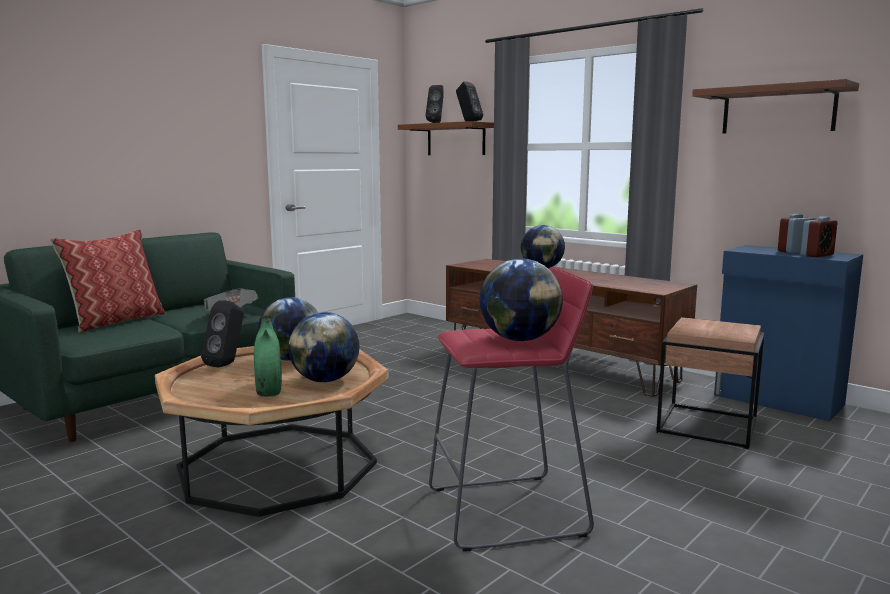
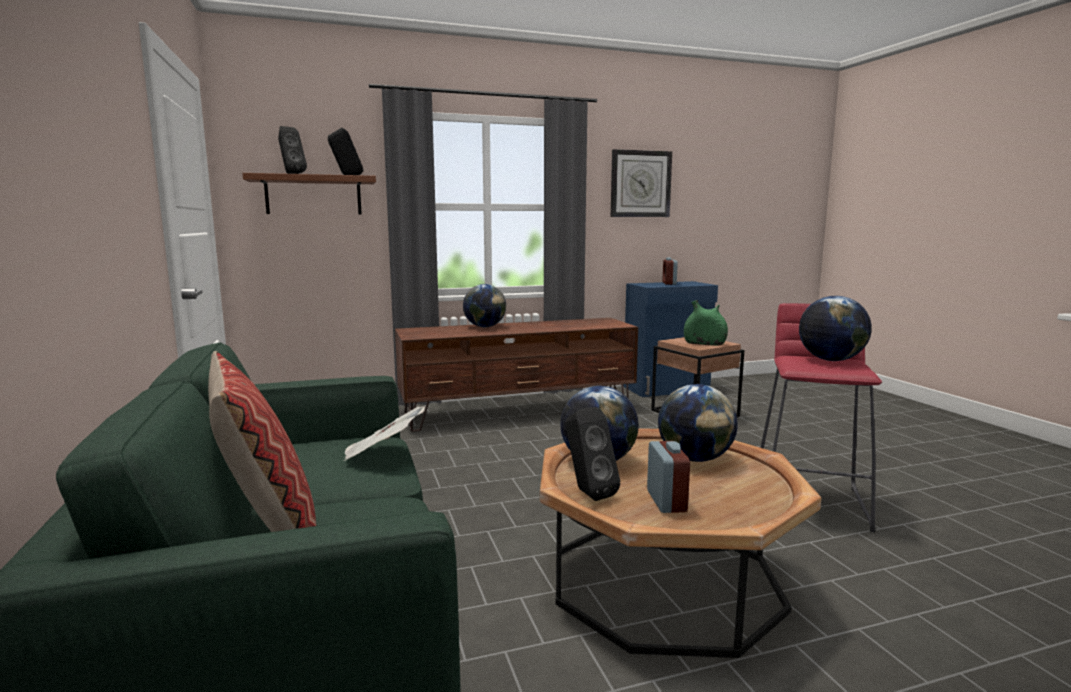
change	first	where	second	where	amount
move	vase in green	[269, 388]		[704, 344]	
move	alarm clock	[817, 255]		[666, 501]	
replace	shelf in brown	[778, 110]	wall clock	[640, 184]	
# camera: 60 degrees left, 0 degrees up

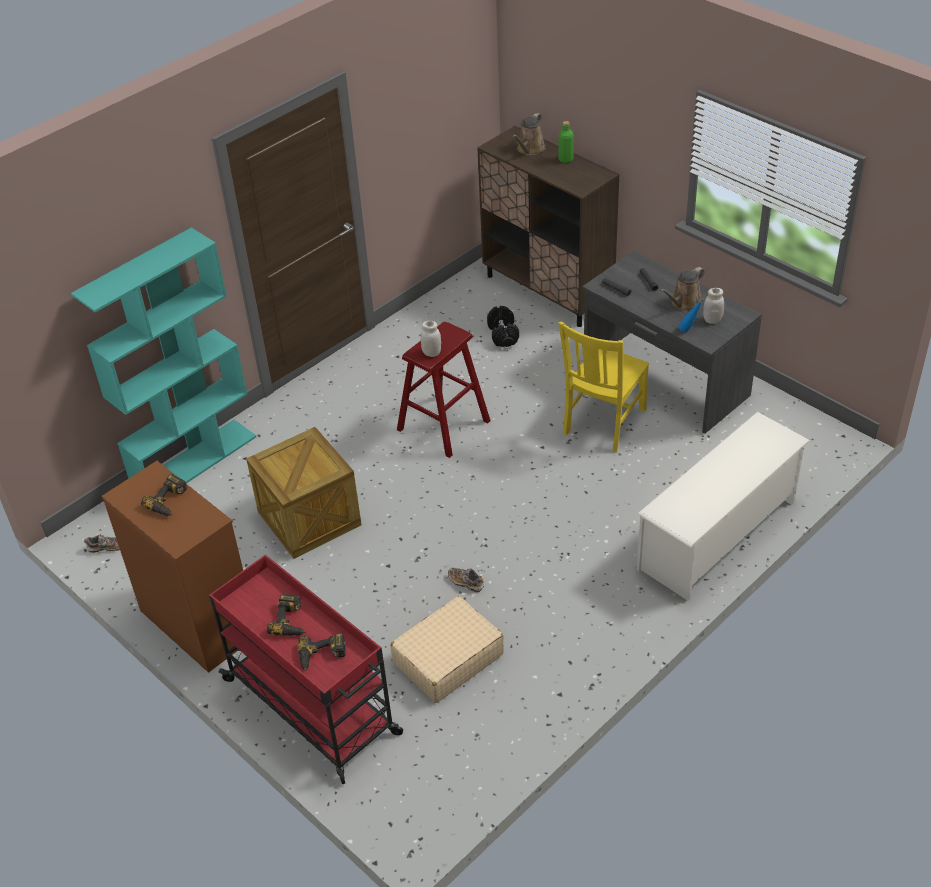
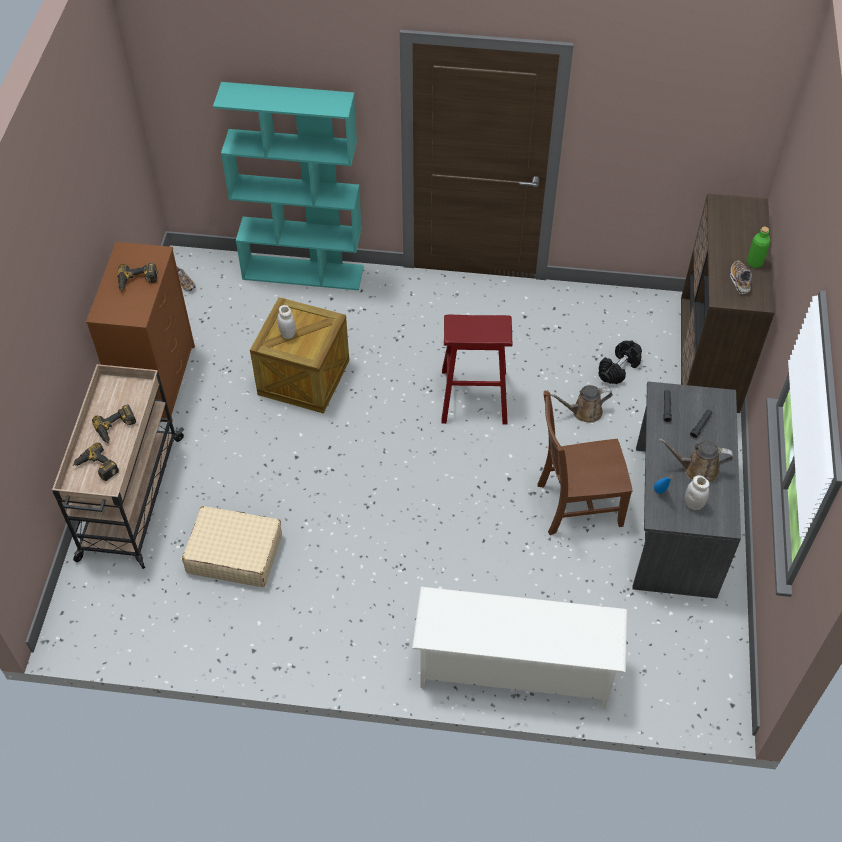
change	first	where	second	where	amount
move	jar in white	[431, 353]		[287, 334]	
move	shoe	[466, 583]		[740, 280]	
move	watering can in brown	[529, 149]		[584, 412]	
recolor	cart in red	[313, 708]	cart in beige	[130, 499]	
recolor	chair in yellow	[603, 423]	chair in brown	[576, 504]	
# camera: 50 degrees right, 10 degrees up

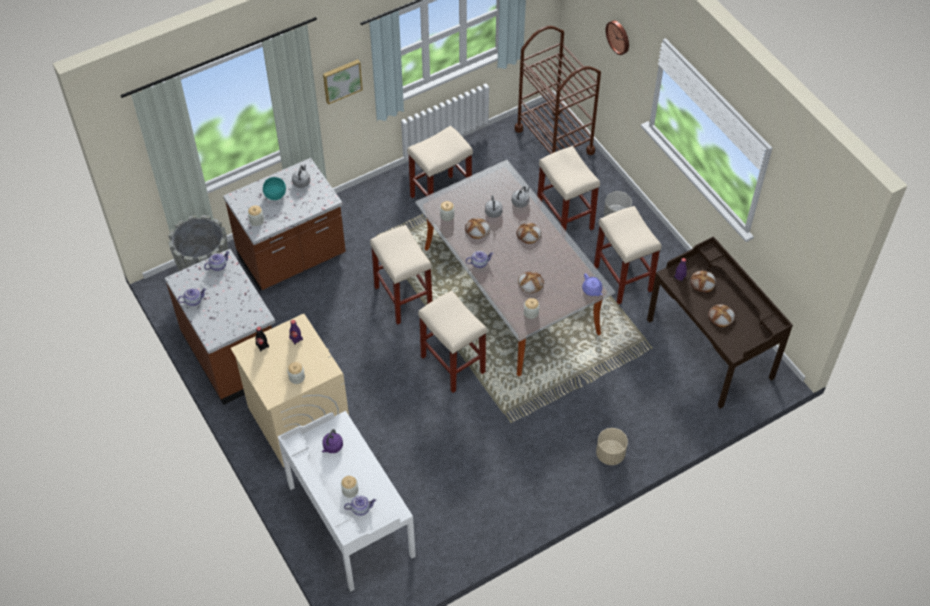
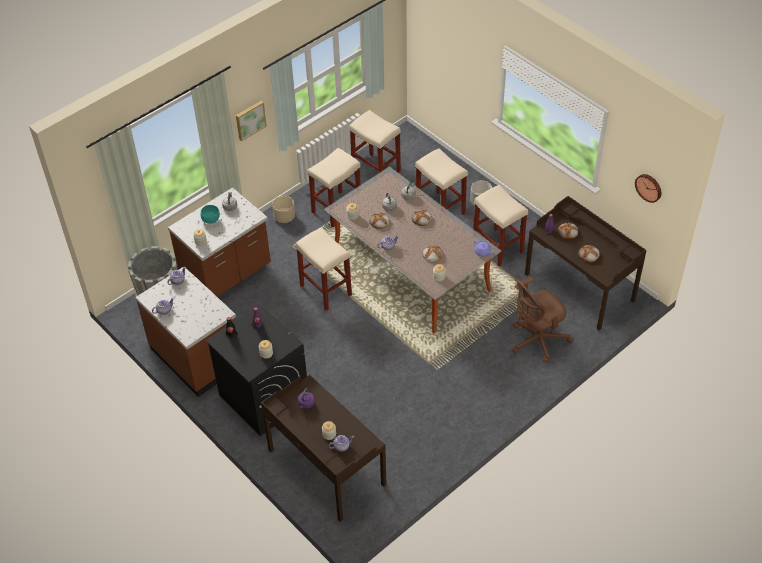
change	first	where	second	where	amount
delete	cart in brown	[554, 141]			
insert			office chair in brown	[536, 341]	
move	stool in beige	[452, 364]		[375, 170]	
move	planter in beige	[610, 454]		[284, 217]	
move	wall clock	[619, 37]		[649, 187]	
recolor	washing machine in beige	[298, 419]	washing machine in black	[263, 397]	
recolor	desk in white	[350, 521]	desk in brown	[326, 467]	
# camera: 10 degrees left, 5 degrees down

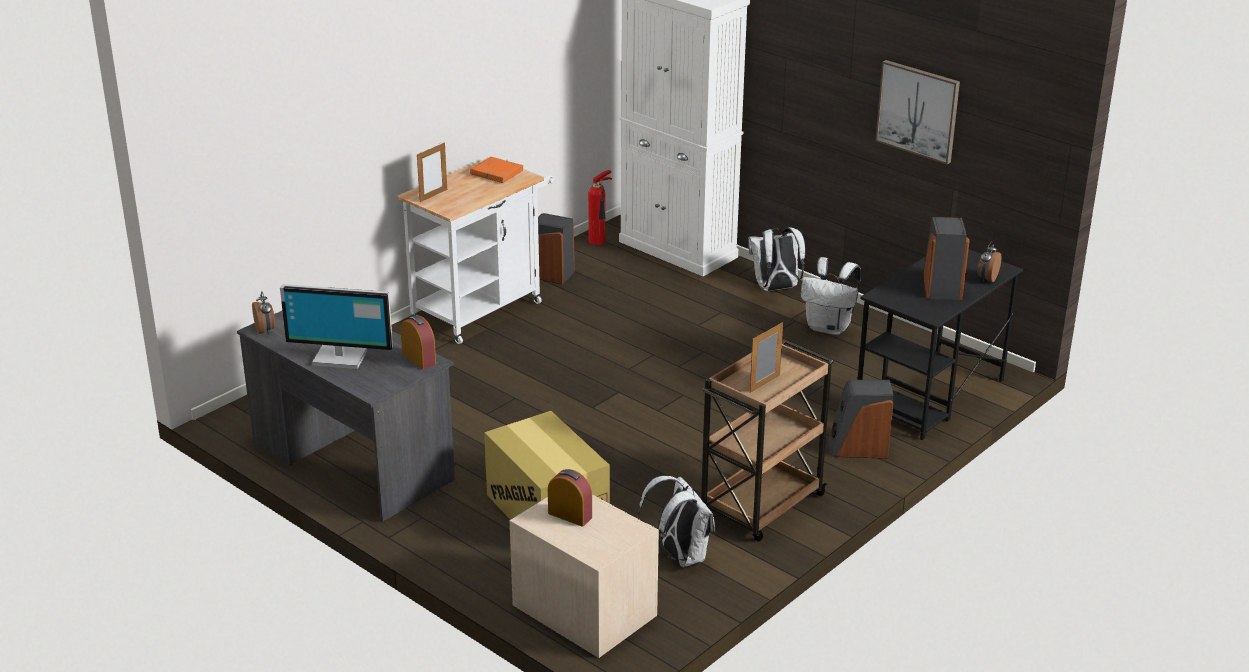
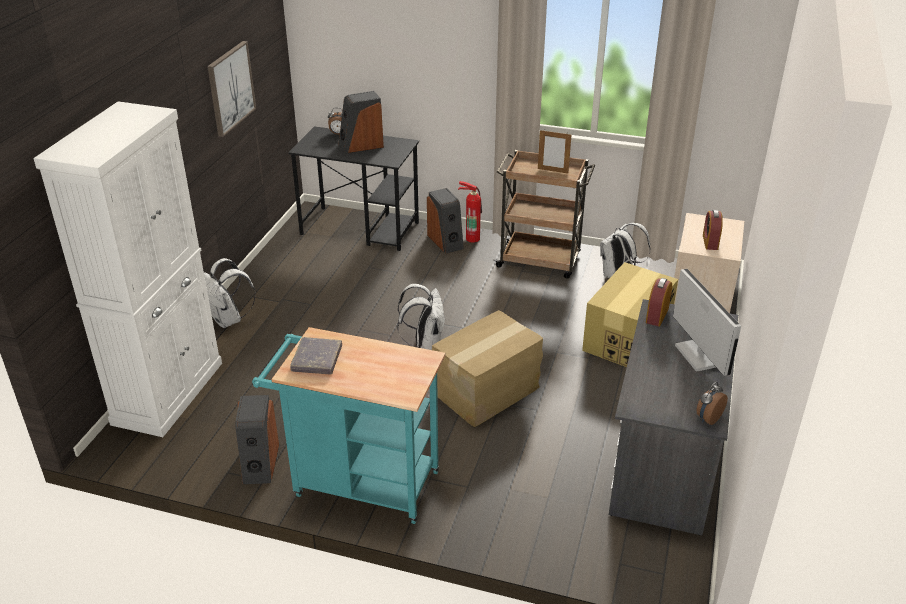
change	first	where	second	where	amount
delete	picture frame	[433, 195]			
insert			cardboard box	[487, 391]	
move	fire extinguisher	[599, 241]		[472, 238]	
move	backpack in white	[829, 328]		[425, 345]	
recolor	cart in white	[482, 308]	cart in turquoise	[358, 483]	
recolor	book in orange	[496, 173]	book in grey	[316, 359]	
# camera: 115 degrees left, 5 degrees up

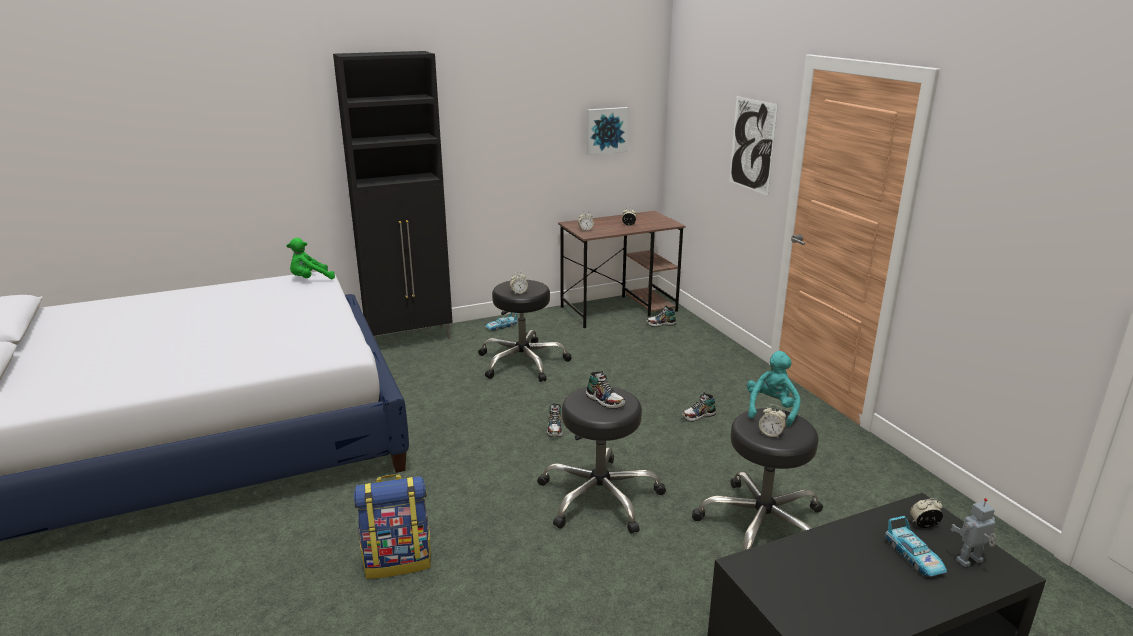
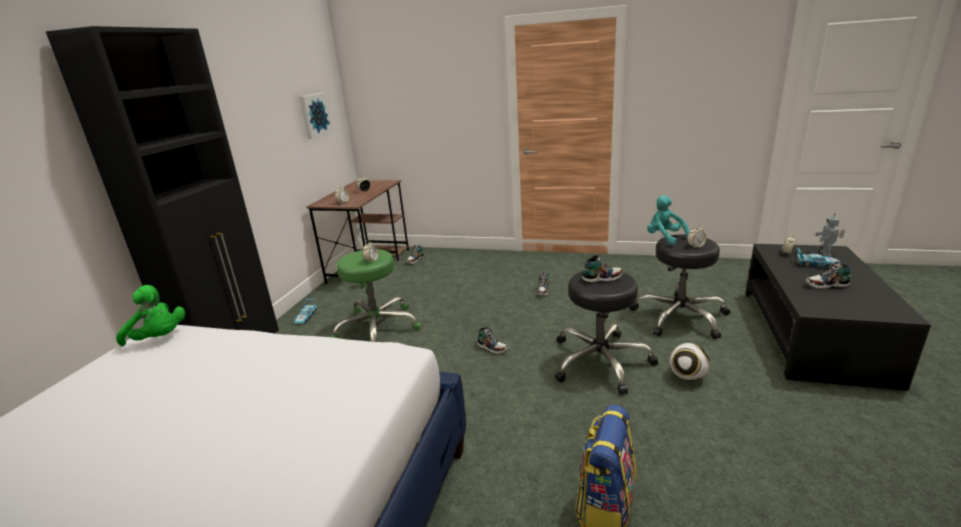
change	first	where	second	where	amount
delete	picture	[752, 145]			
insert			football	[687, 376]	
insert			shoe	[826, 286]	
recolor	stool in black	[523, 362]	stool in green	[377, 327]	
rotate	plush toy in green	[310, 279]		[159, 339]	75 degrees counterclockwise
# camera: 50 degrees left, 0 degrees up

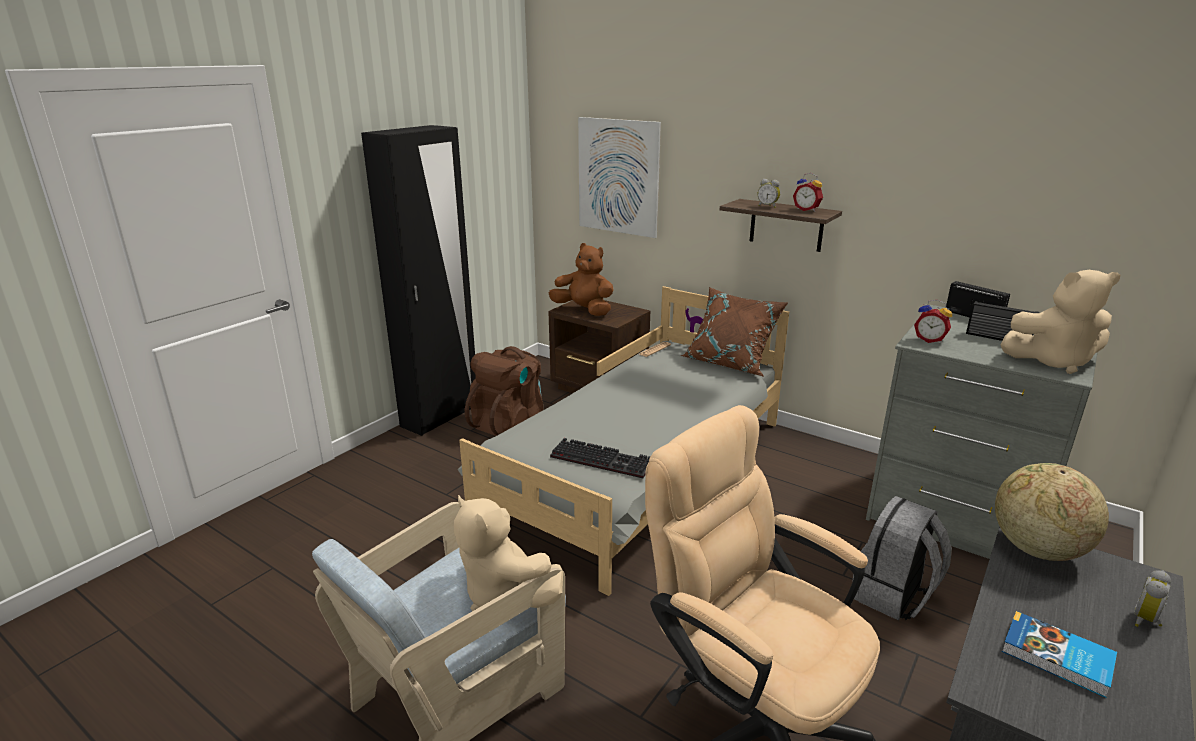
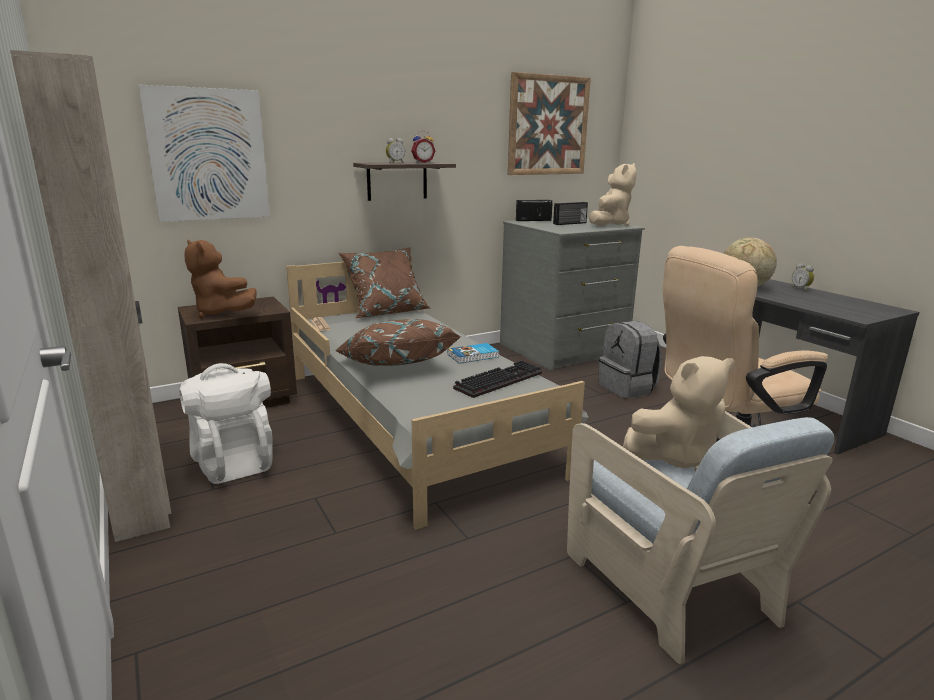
change	first	where	second	where	amount
delete	alarm clock	[929, 340]			
insert			pillow in brown	[395, 365]	
insert			picture	[548, 125]	
move	book	[1057, 658]		[473, 356]	
recolor	wardrobe in black	[440, 416]	wardrobe in beige	[142, 503]	
recolor	backpack in brown	[508, 422]	backpack in white	[233, 461]	
rotate	plush toy in brown	[584, 310]		[221, 313]	105 degrees counterclockwise
# camera: 65 degrees left, 5 degrees down

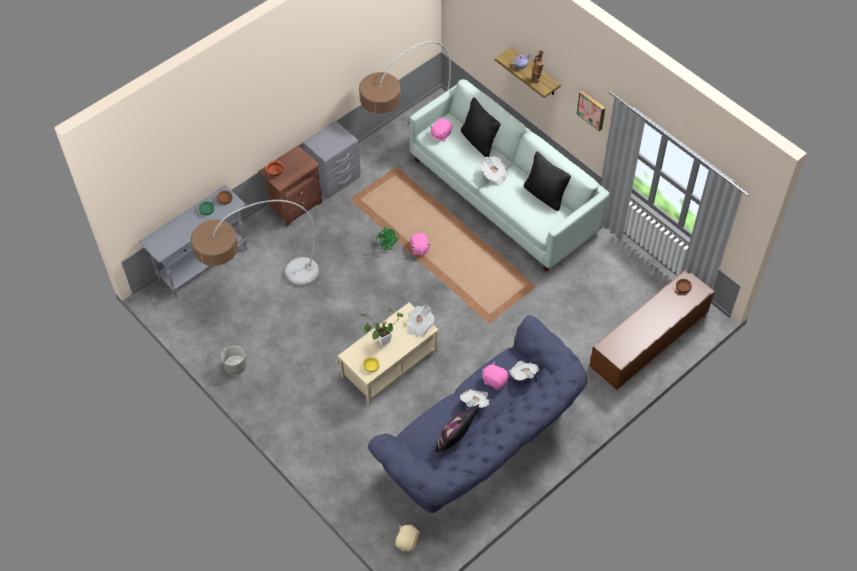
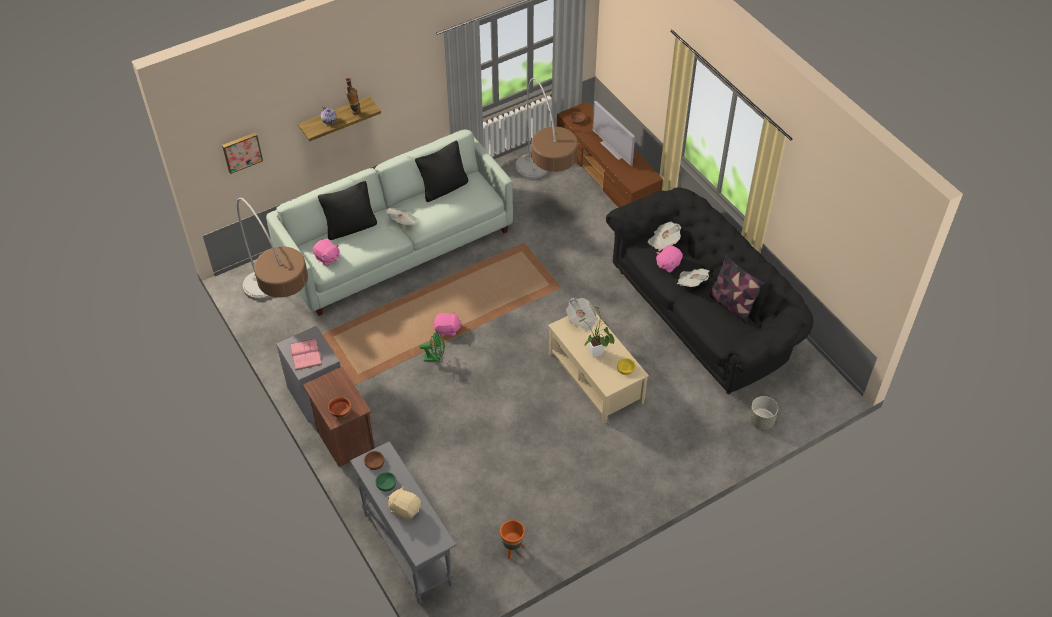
change	first	where	second	where	amount
insert			book in pink	[305, 354]	
insert			planter in orange	[512, 549]	
insert			television	[613, 149]	
move	floor lamp	[259, 288]		[544, 199]	
move	planter in grey	[235, 366]		[761, 421]	
move	plush toy in beige	[407, 541]		[405, 509]	
move	picture	[592, 109]		[242, 151]	
recolor	sofa in blue	[483, 444]	sofa in black	[704, 315]	
# camera: 80 degrees left, 5 degrees down

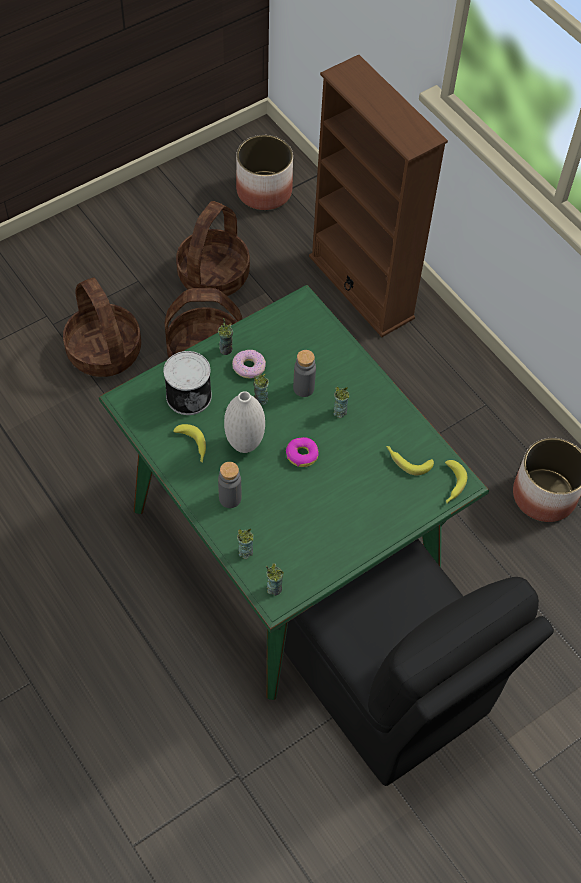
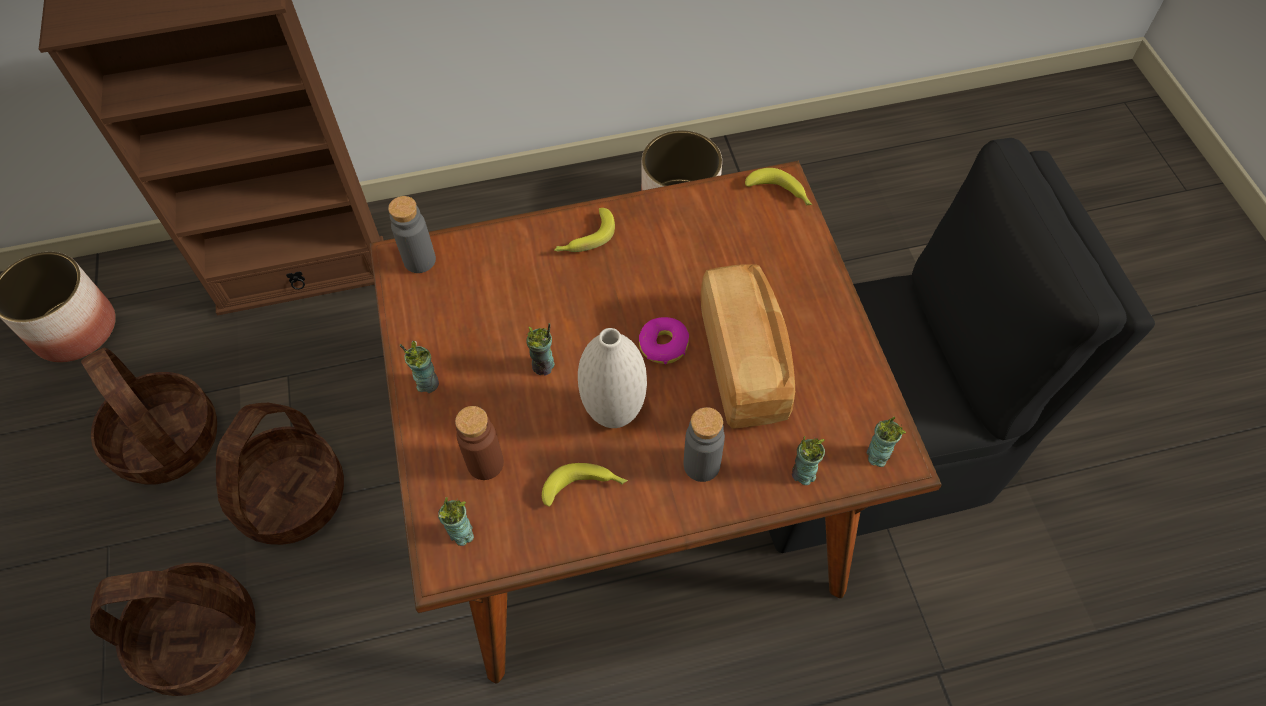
change	first	where	second	where	amount
delete	donut	[249, 367]			
insert			bread	[746, 362]	
move	bottle in grey	[303, 388]		[419, 260]	
move	cup	[339, 411]		[461, 534]	
move	banana	[407, 461]		[585, 238]	
replace	can	[188, 395]	bottle in brown	[485, 463]	
recolor	dining table in green	[284, 547]	dining table in brown	[634, 500]	
# camera: 65 degrees left, 0 degrees up

